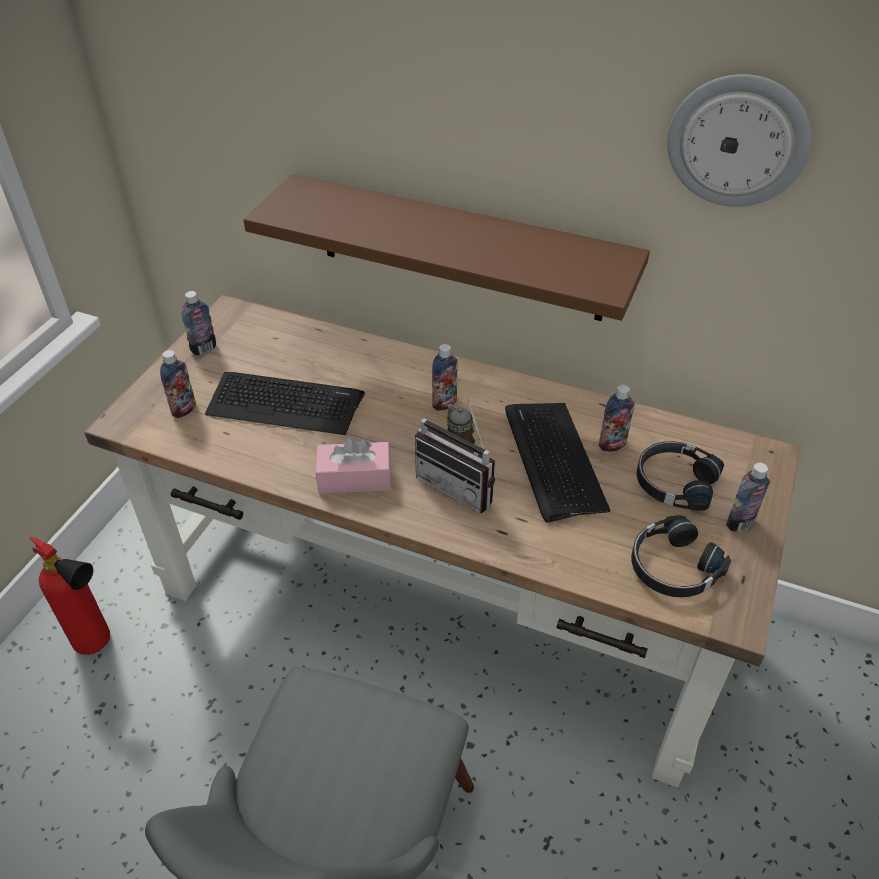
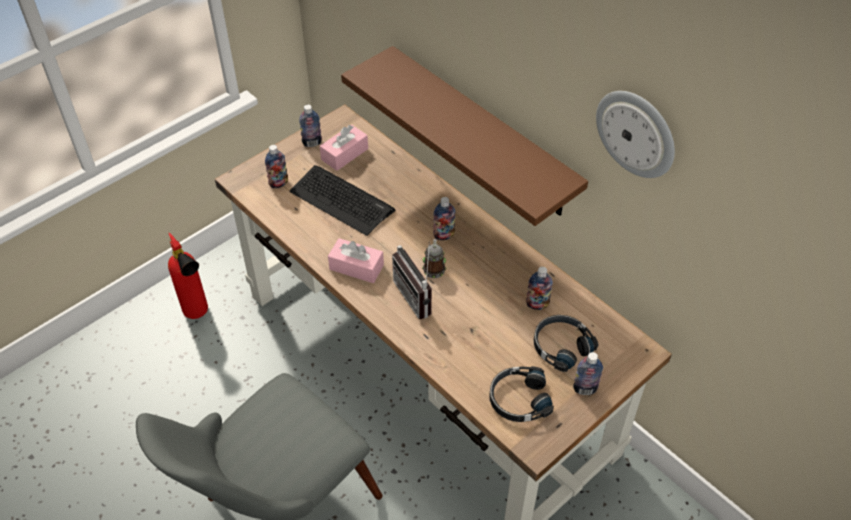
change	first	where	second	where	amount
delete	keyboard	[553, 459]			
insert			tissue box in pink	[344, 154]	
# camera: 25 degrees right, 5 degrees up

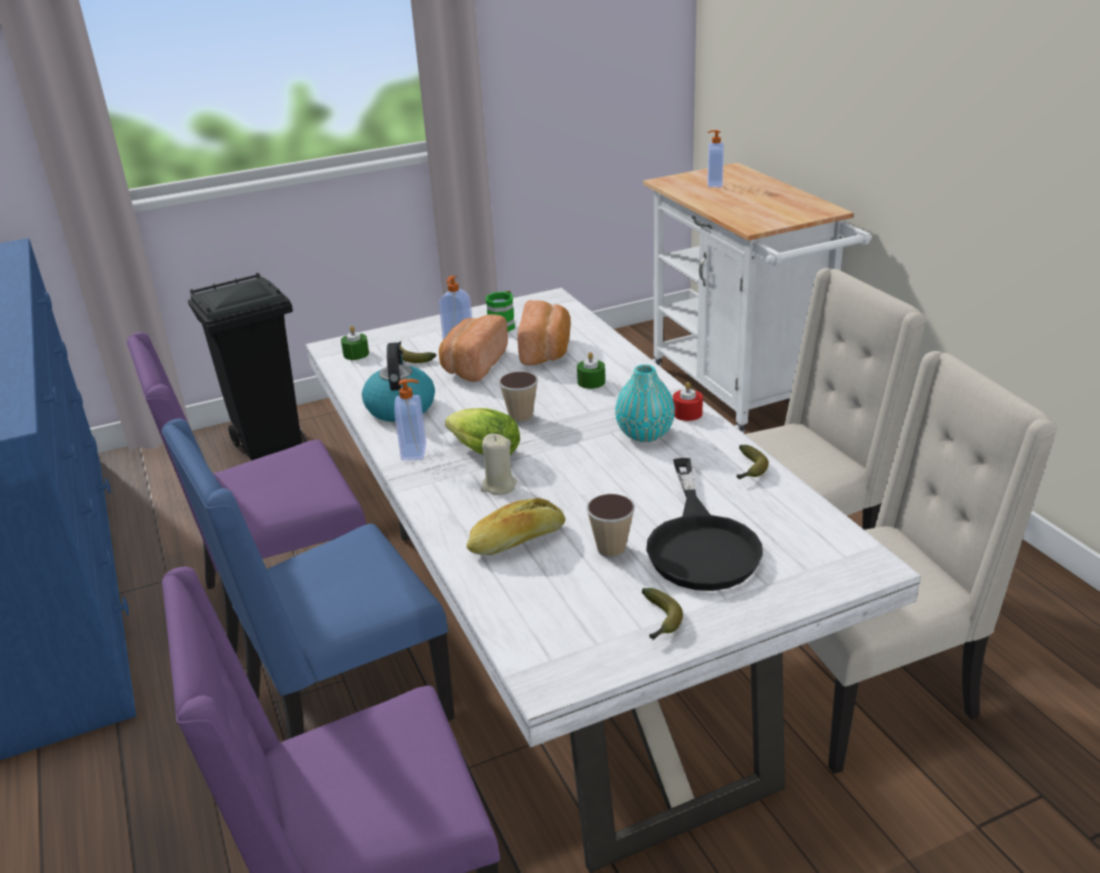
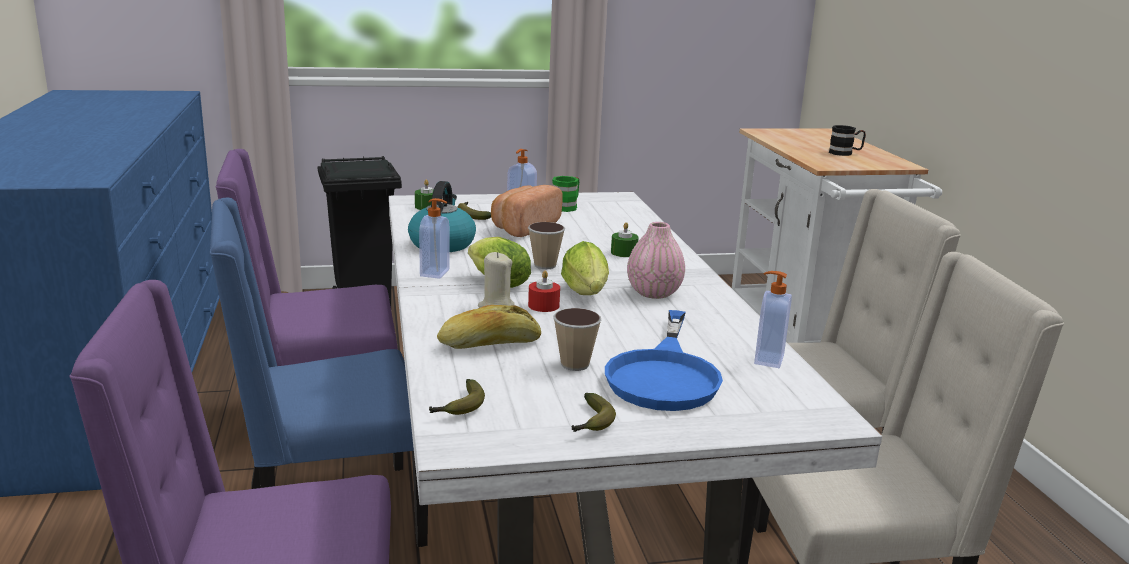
change	first	where	second	where	amount
delete	bread	[546, 351]			
insert			lettuce	[587, 295]	
insert			mug in black	[845, 153]	
move	candle in red	[687, 413]		[543, 305]	
move	soap dispenser	[714, 184]		[767, 359]	
move	banana	[749, 470]		[459, 407]	
recolor	vase in turquoise	[644, 434]	vase in pink	[654, 293]	
recolor	frying pan in black	[700, 543]	frying pan in blue	[664, 374]	
# camera: 10 degrees right, 10 degrees down

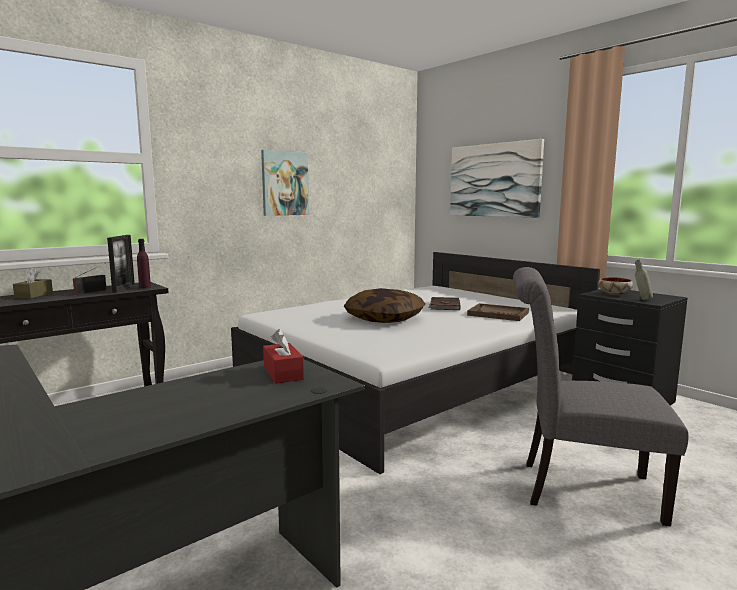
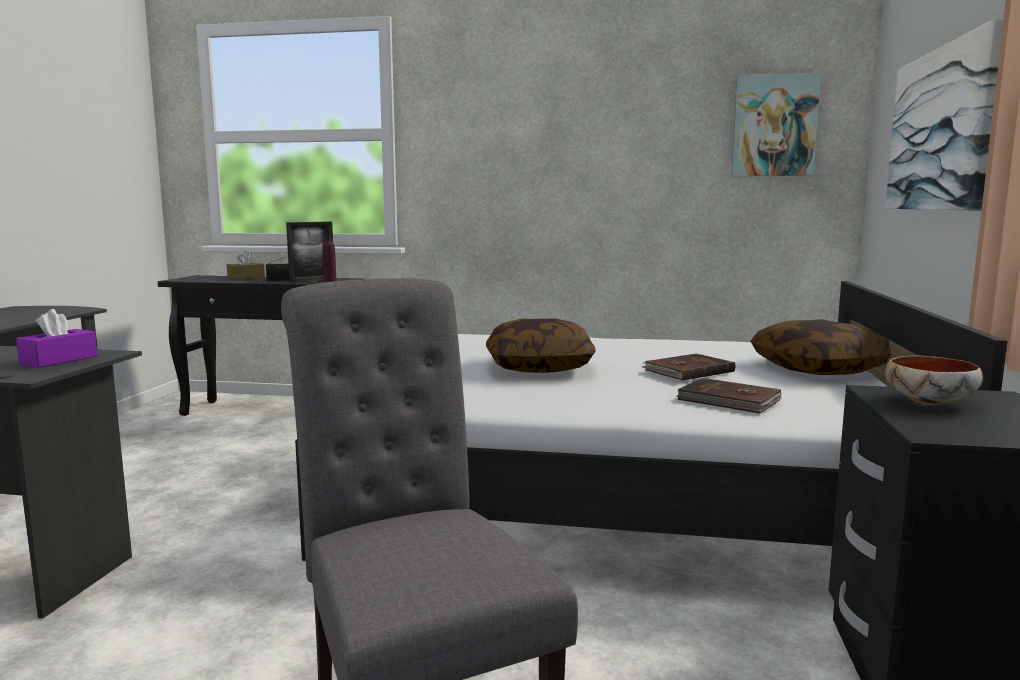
change	first	where	second	where	amount
delete	bottle in grey	[641, 300]			
insert			pillow	[819, 369]	
move	picture	[284, 183]		[774, 126]	
replace	tray in brown	[498, 314]	book in brown	[729, 400]	
recolor	tissue box in red	[283, 373]	tissue box in purple	[59, 360]	
# camera: 50 degrees right, 0 degrees up

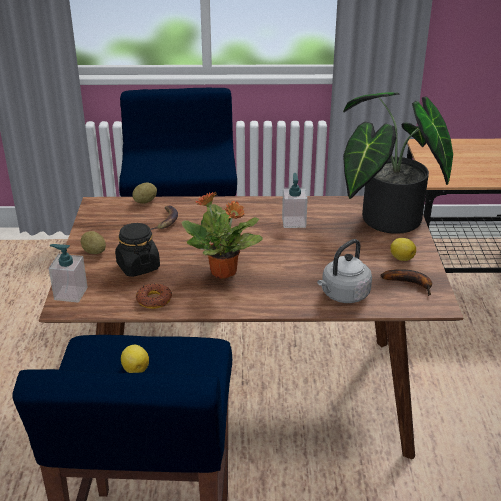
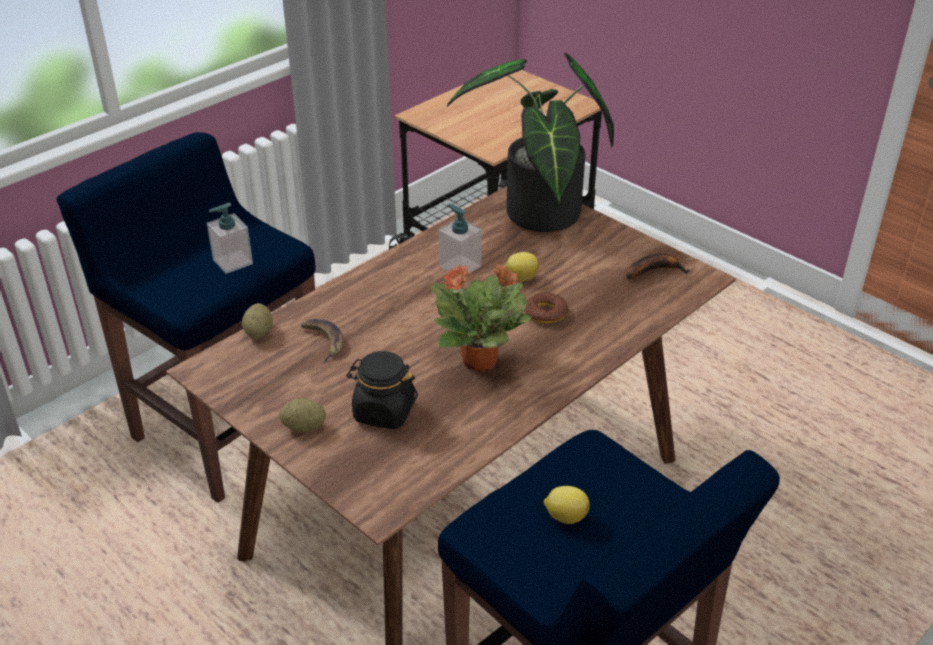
change	first	where	second	where	amount
delete	kettle in grey	[343, 295]			
move	soap dispenser	[70, 293]		[232, 262]	
move	donut	[154, 300]		[546, 312]	
move	lemon	[401, 258]		[521, 278]	
# camera: 45 degrees left, 5 degrees up

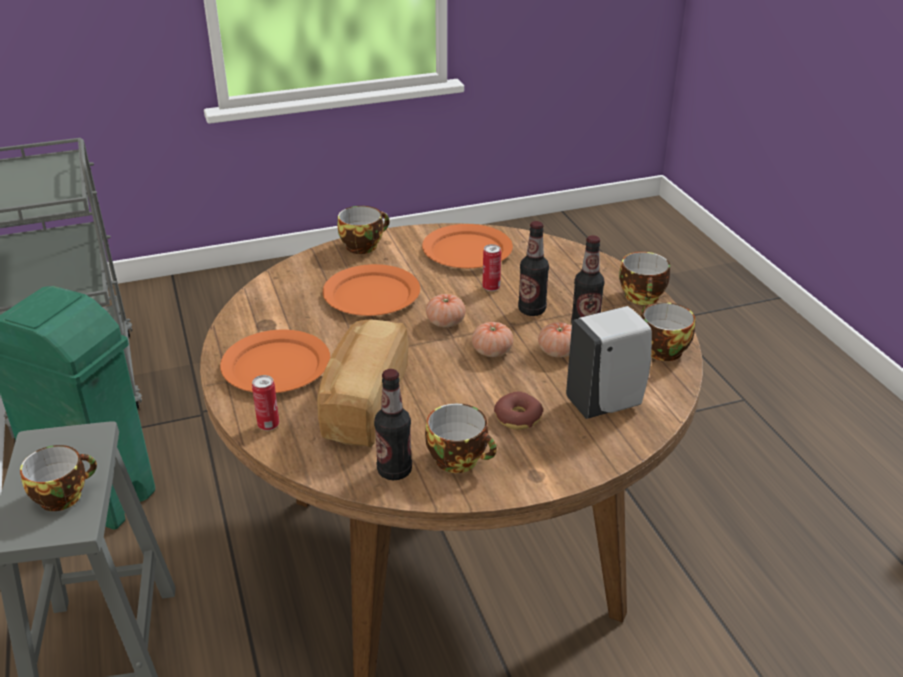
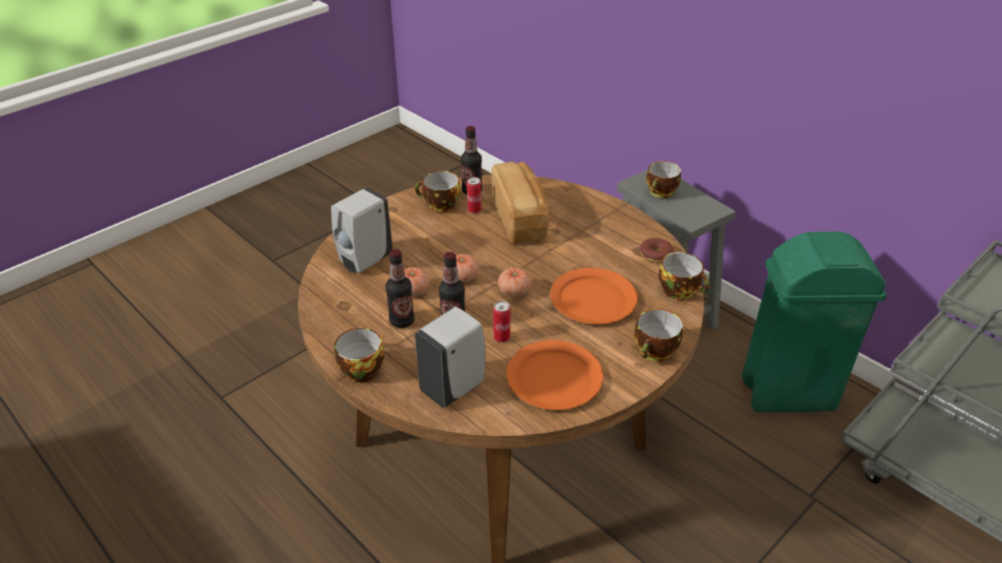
change	first	where	second	where	amount
delete	plate in orange	[275, 367]			
insert			soap dispenser in white	[454, 387]	
move	can	[268, 425]		[474, 210]	
move	donut	[518, 417]		[655, 255]	
move	cup	[660, 349]		[680, 291]	
# camera: 155 degrees right, 5 degrees up

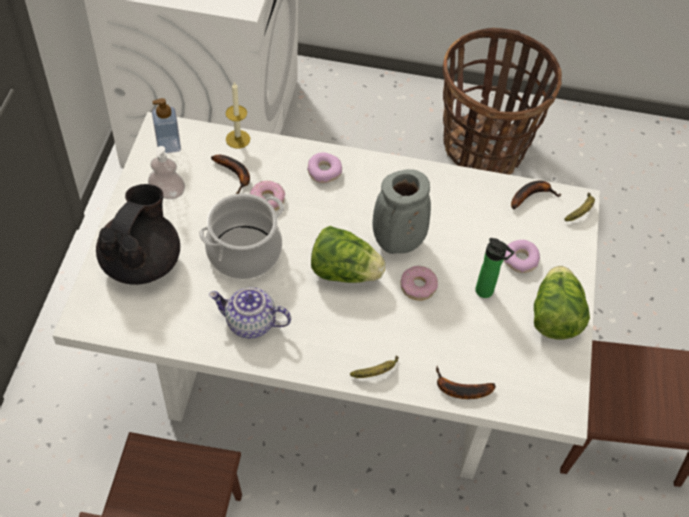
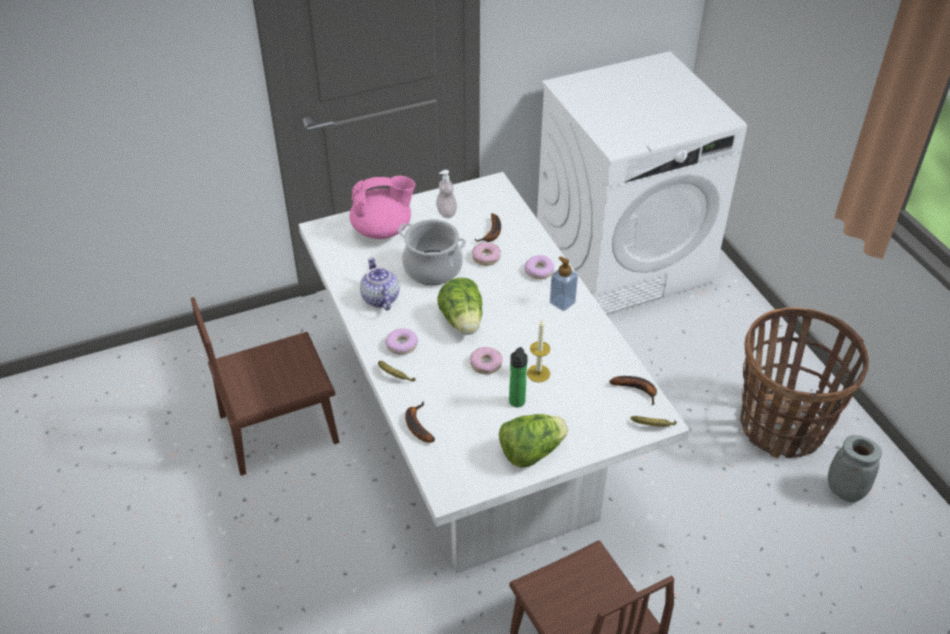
change	first	where	second	where	amount
move	soap dispenser	[168, 145]		[562, 302]	
move	candle	[238, 139]		[538, 373]	
move	vase in grey	[397, 244]		[843, 492]	
move	donut	[520, 260]		[402, 345]	
recolor	teapot in black	[142, 261]	teapot in pink	[383, 230]	
# camera: 60 degrees right, 10 degrees down

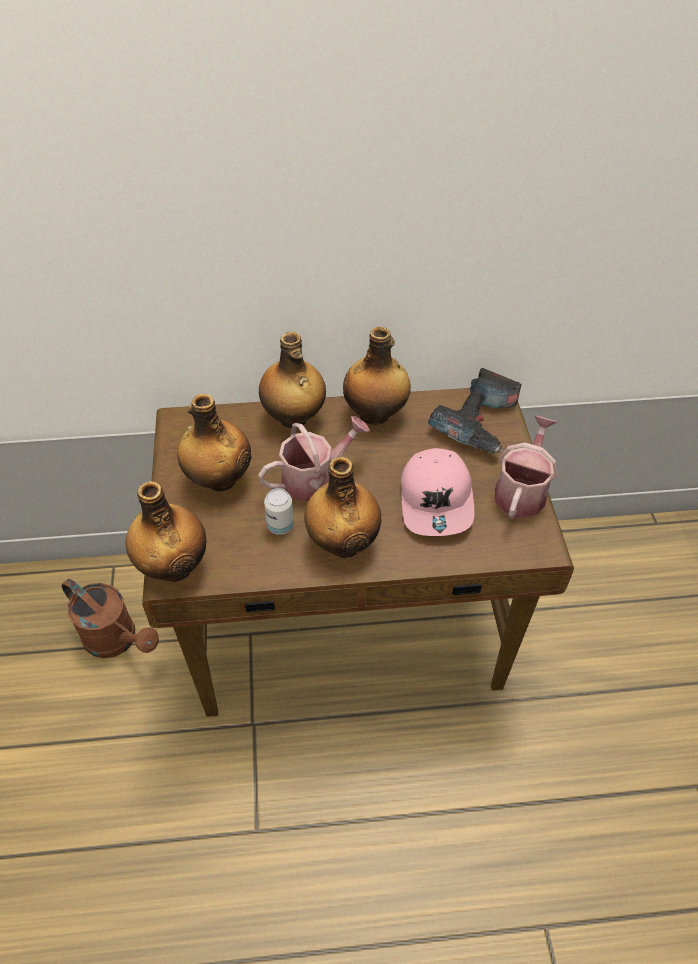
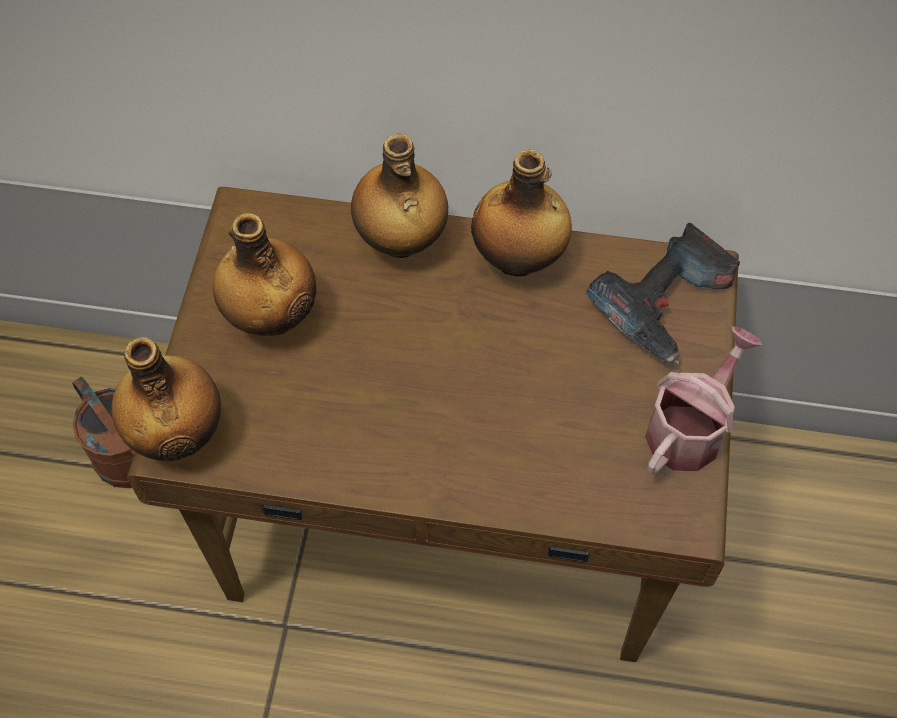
change	first	where	second	where	amount
delete	watering can	[314, 478]			
delete	can	[280, 526]			
delete	bottle	[343, 542]			
delete	cap in pink	[437, 500]			
# camera: 15 degrees right, 10 degrees up

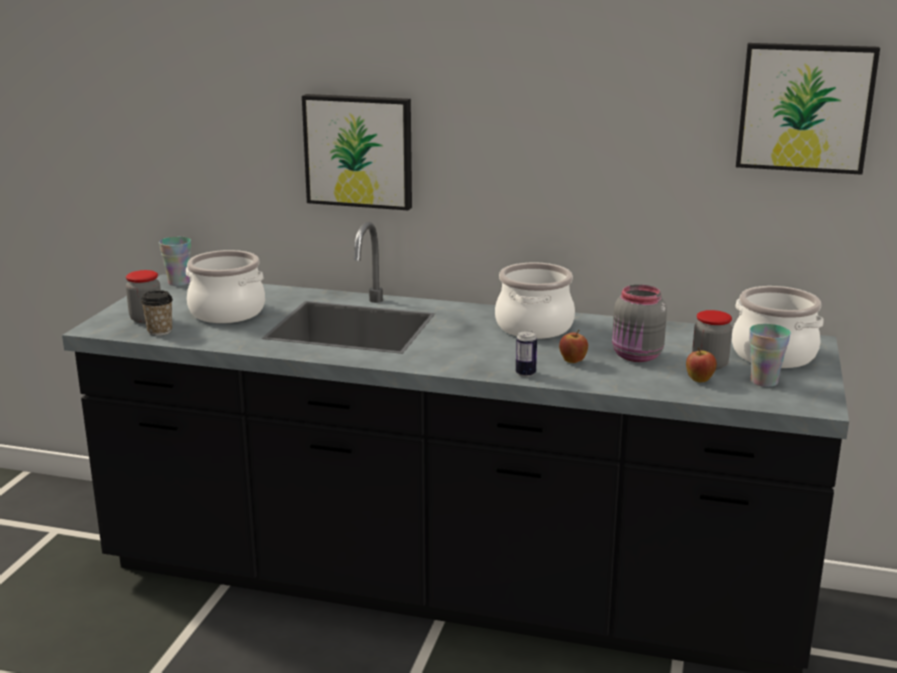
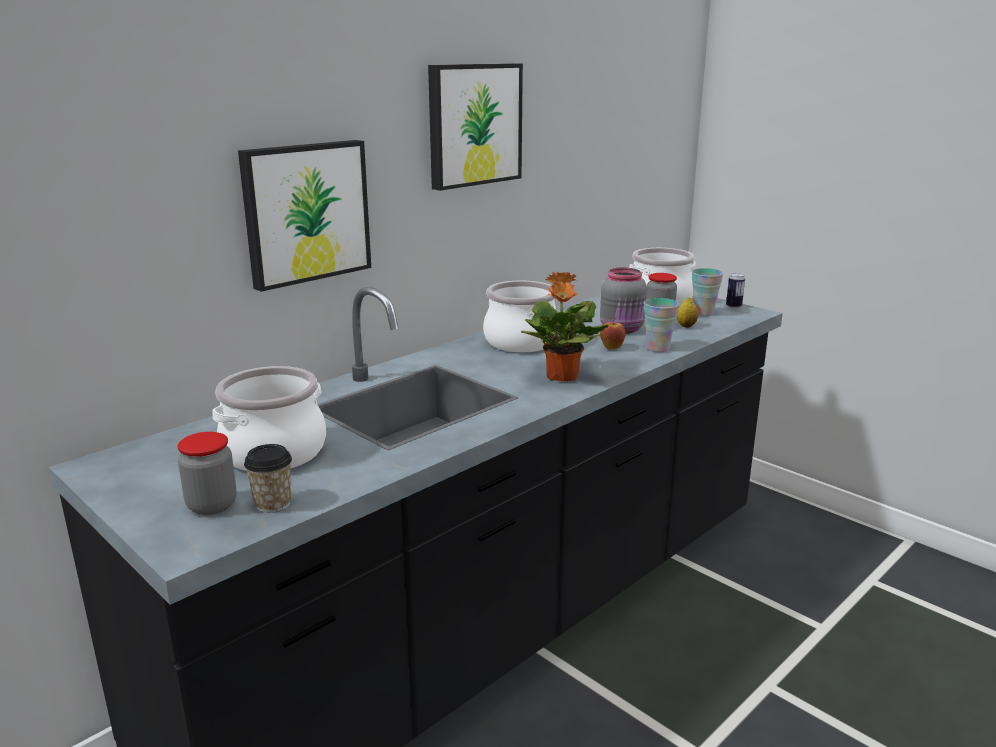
change	first	where	second	where	amount
insert			potted plant	[561, 377]	
move	cup	[179, 282]		[658, 348]	
move	can	[525, 373]		[733, 306]	
move	picture	[805, 107]		[473, 125]	
replace	apple	[699, 381]	lemon	[686, 326]	
# camera: 60 degrees left, 0 degrees up

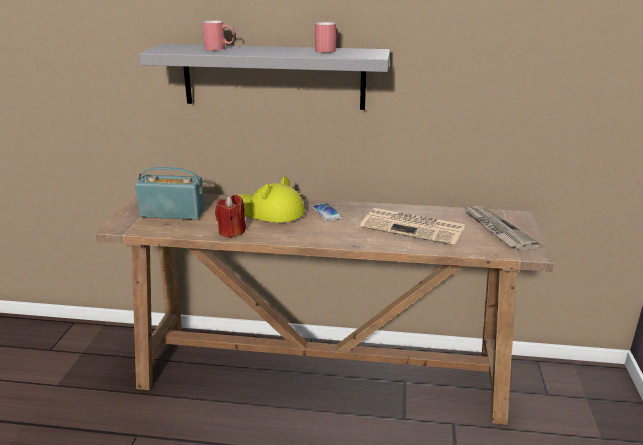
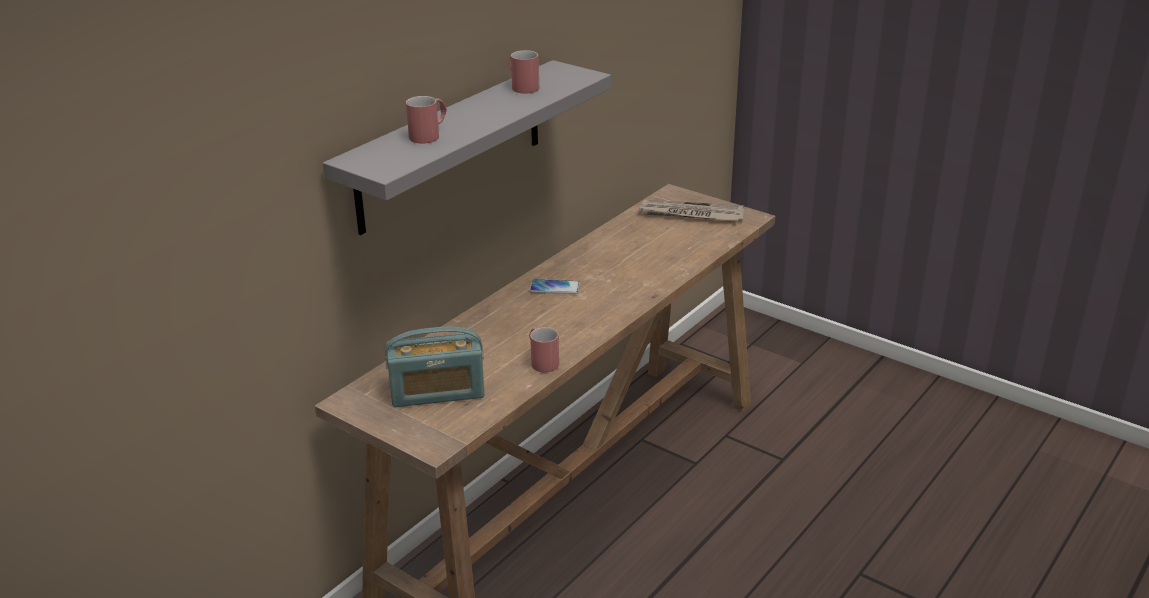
change	first	where	second	where	amount
delete	hat in yellow	[268, 211]			
delete	newspaper	[414, 227]			
replace	candle in red	[231, 231]	mug in red	[541, 361]	
rotate	radio	[172, 213]		[437, 392]	135 degrees counterclockwise
# camera: 60 degrees left, 5 degrees up

